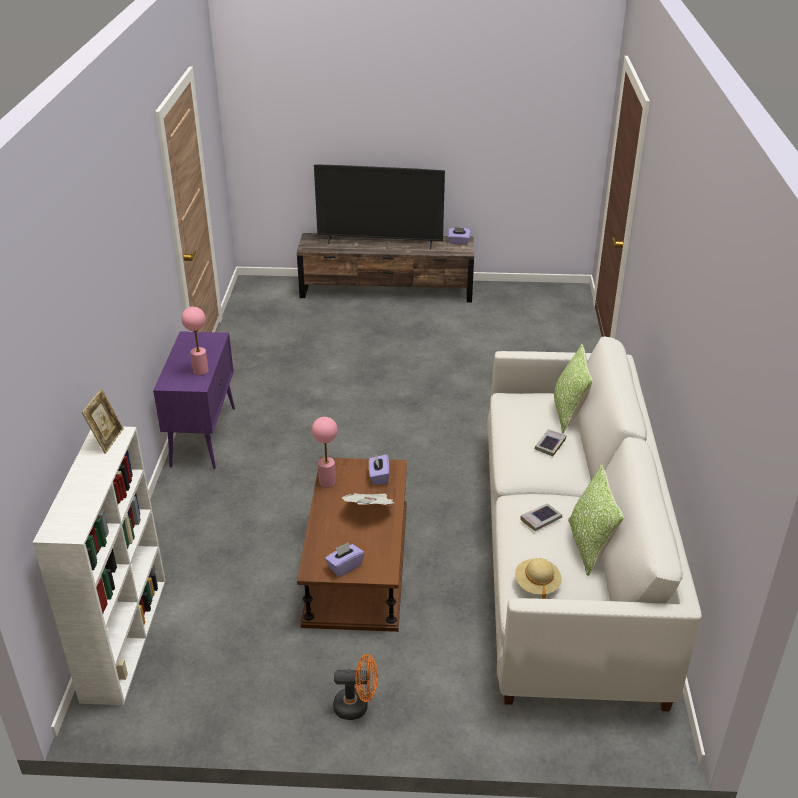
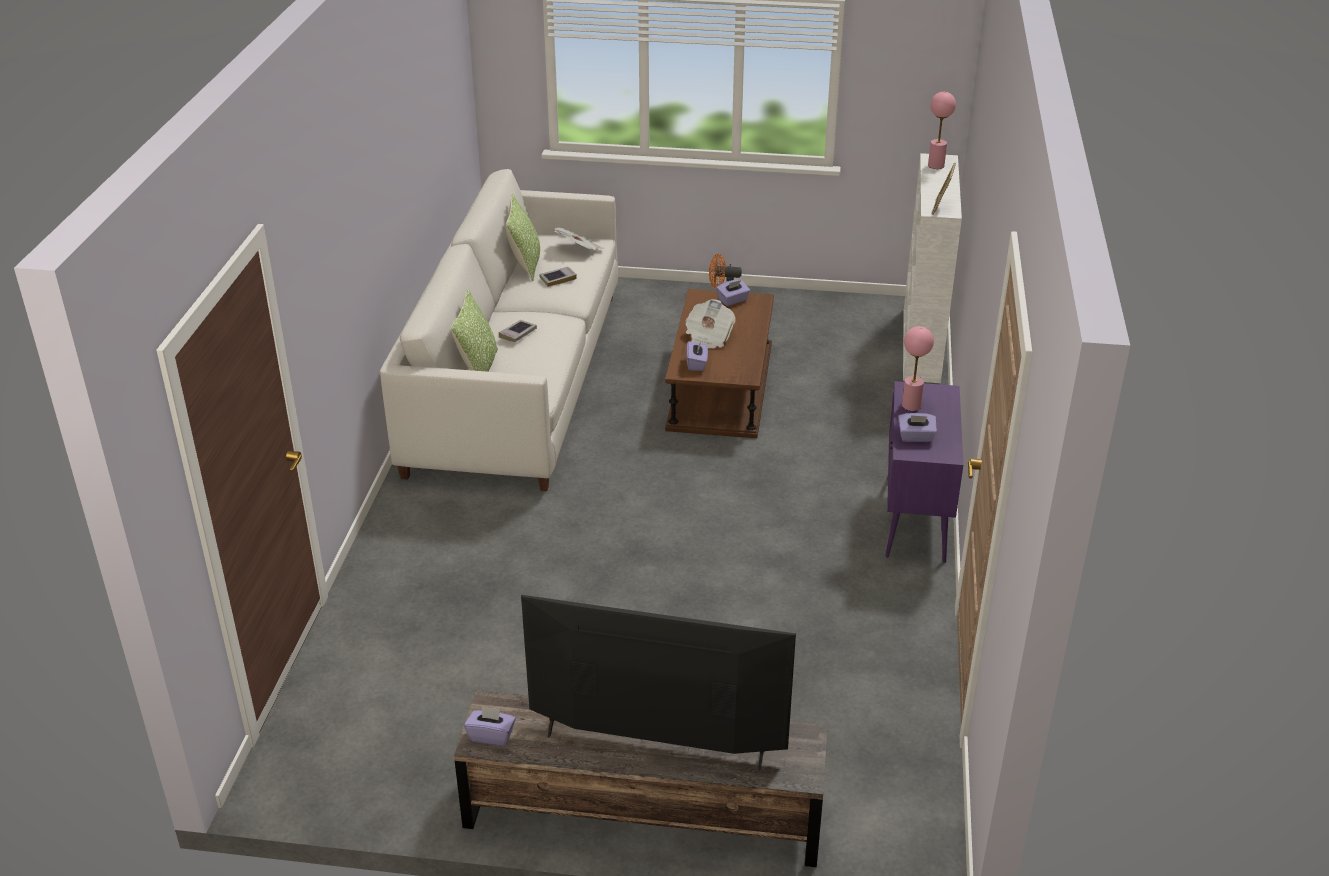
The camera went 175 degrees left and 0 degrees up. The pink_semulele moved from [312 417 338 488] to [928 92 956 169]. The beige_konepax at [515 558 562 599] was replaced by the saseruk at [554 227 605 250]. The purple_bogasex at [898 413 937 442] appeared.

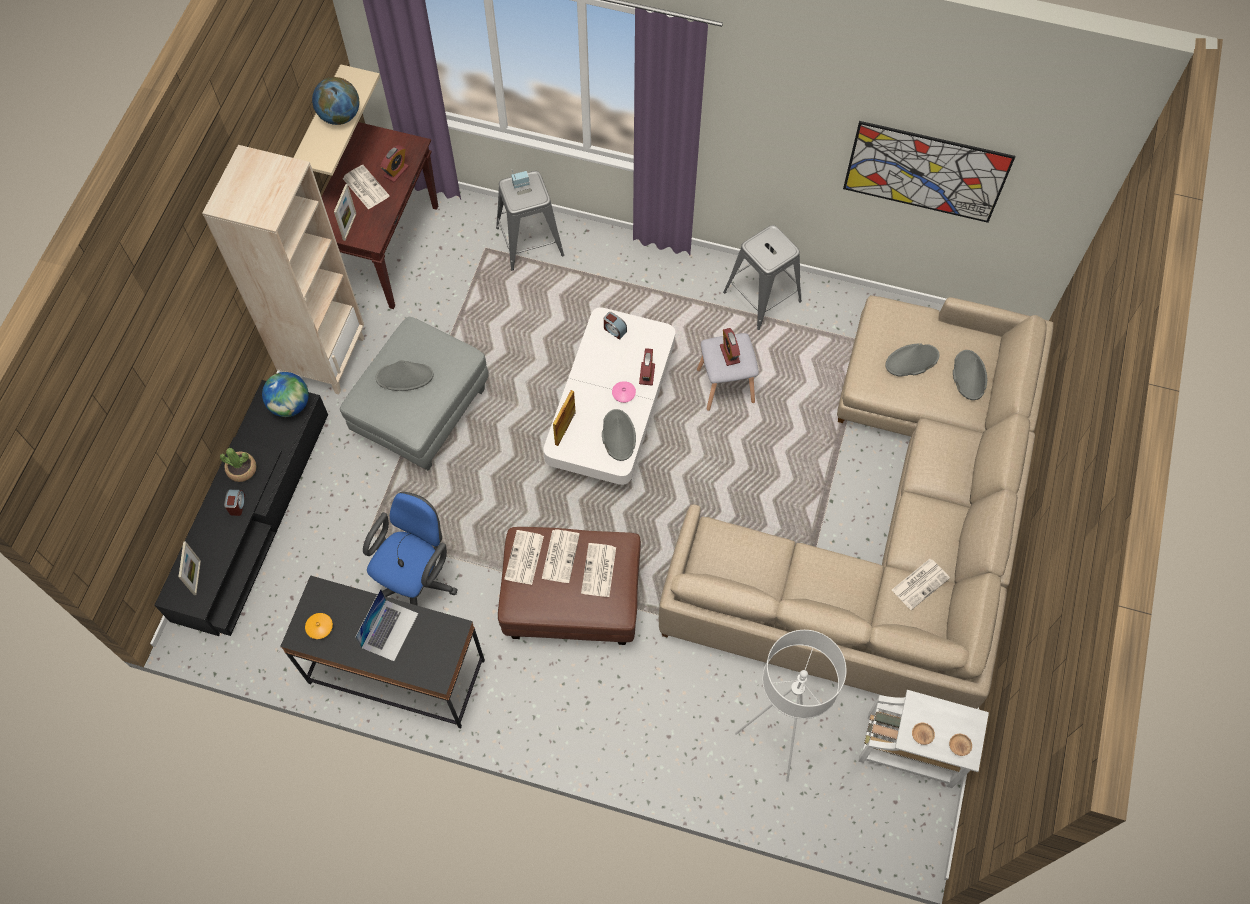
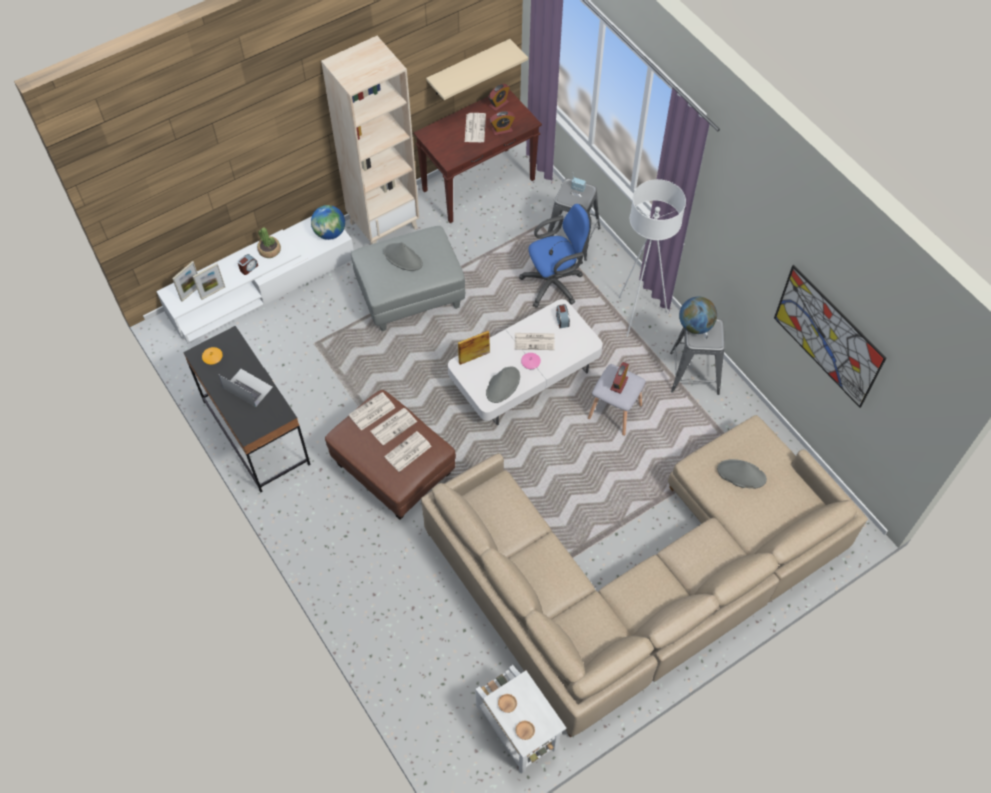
The camera went 40 degrees right and 5 degrees down. The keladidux moved from [312 77 359 125] to [679 297 717 334]. The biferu moved from [334 184 356 241] to [193 263 225 300]. The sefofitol moved from [639 348 655 385] to [488 84 510 111]. The grey_konepax at [953 350 987 400] disappeared. The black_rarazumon at [154 380 328 636] became the white_rarazumon at [156 216 354 344]. The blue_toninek moved from [363 492 458 606] to [519 204 591 308]. The saseruk moved from [892 559 950 610] to [515 333 555 350]. The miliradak at [355 589 418 661] turned 120 degrees counterclockwise. The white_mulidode moved from [735 630 847 782] to [619 179 686 337].

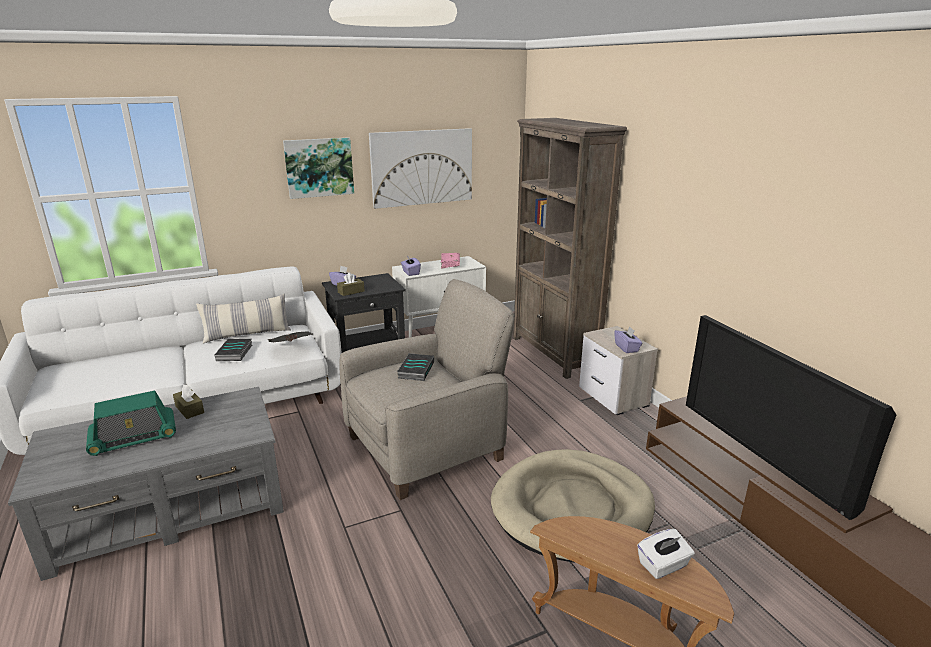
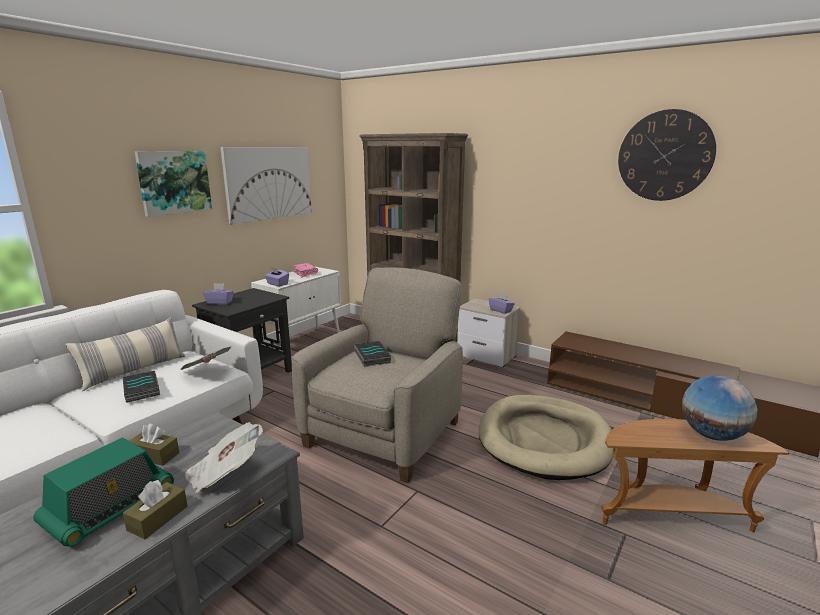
The camera went 30 degrees left and 5 degrees down. The brown_bogasex moved from [337 272 365 296] to [123 480 188 539]. The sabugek at [686 315 896 520] disappeared. The white_bogasex at [637 529 695 579] was replaced by the keladidux at [682 375 758 441]. The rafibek at [618 109 716 201] appeared. The saseruk at [185 422 263 493] appeared.

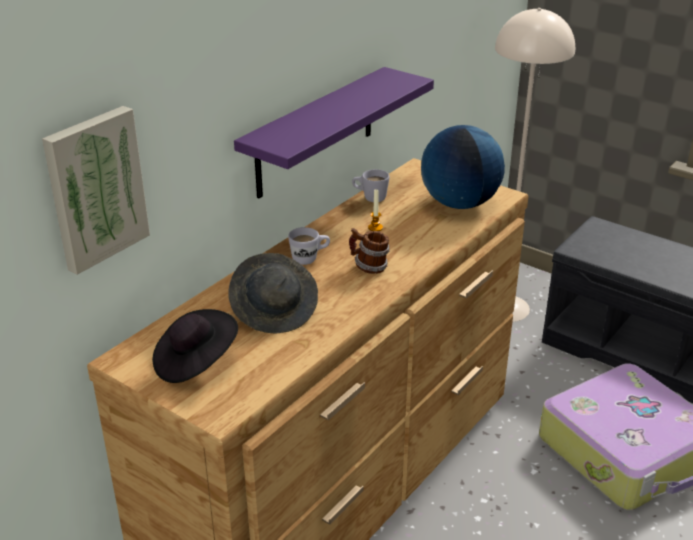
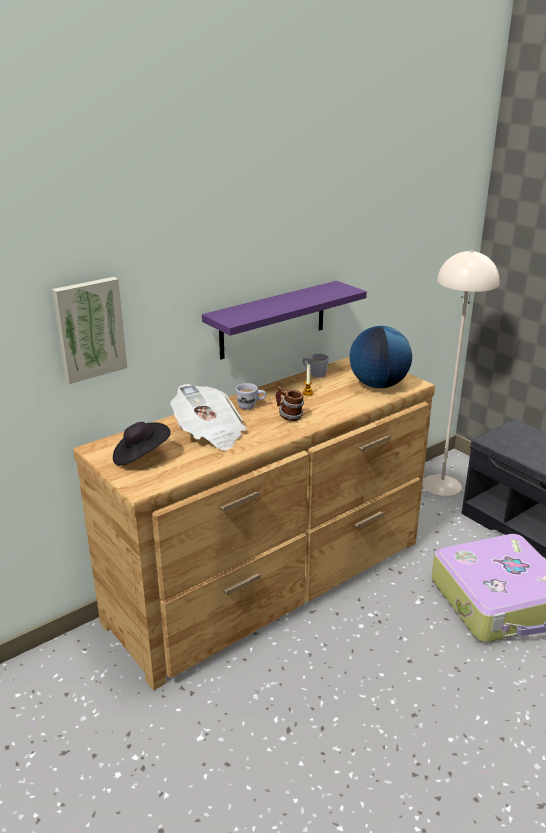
The camera went 15 degrees right and 5 degrees down. The grey_konepax at [228 253 318 334] was replaced by the saseruk at [170 384 246 450].

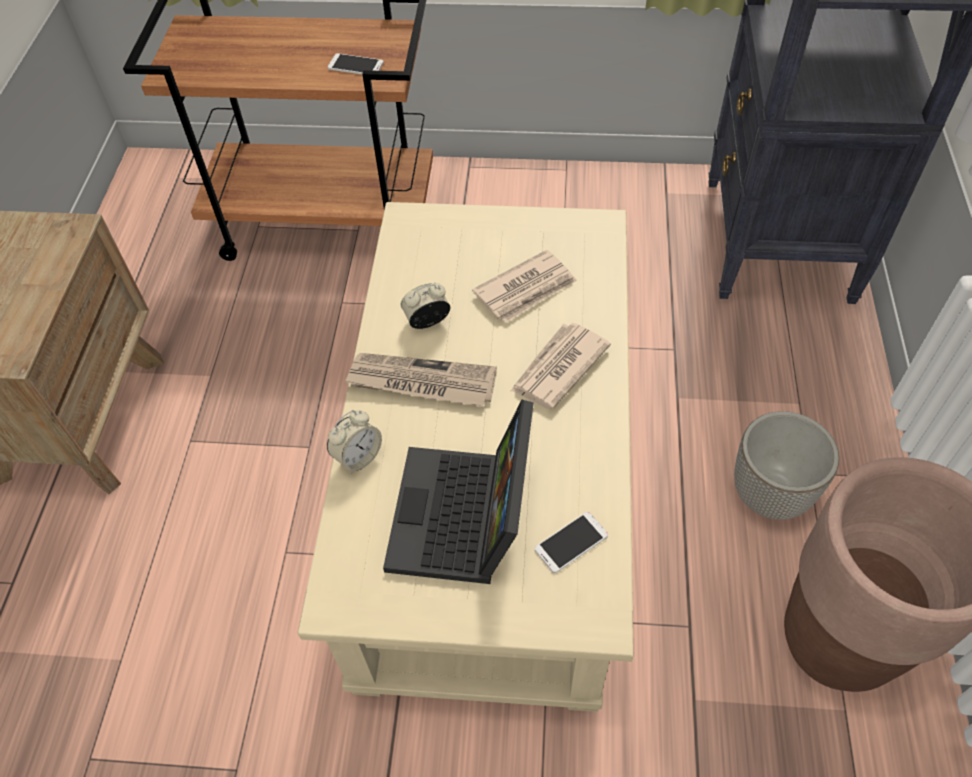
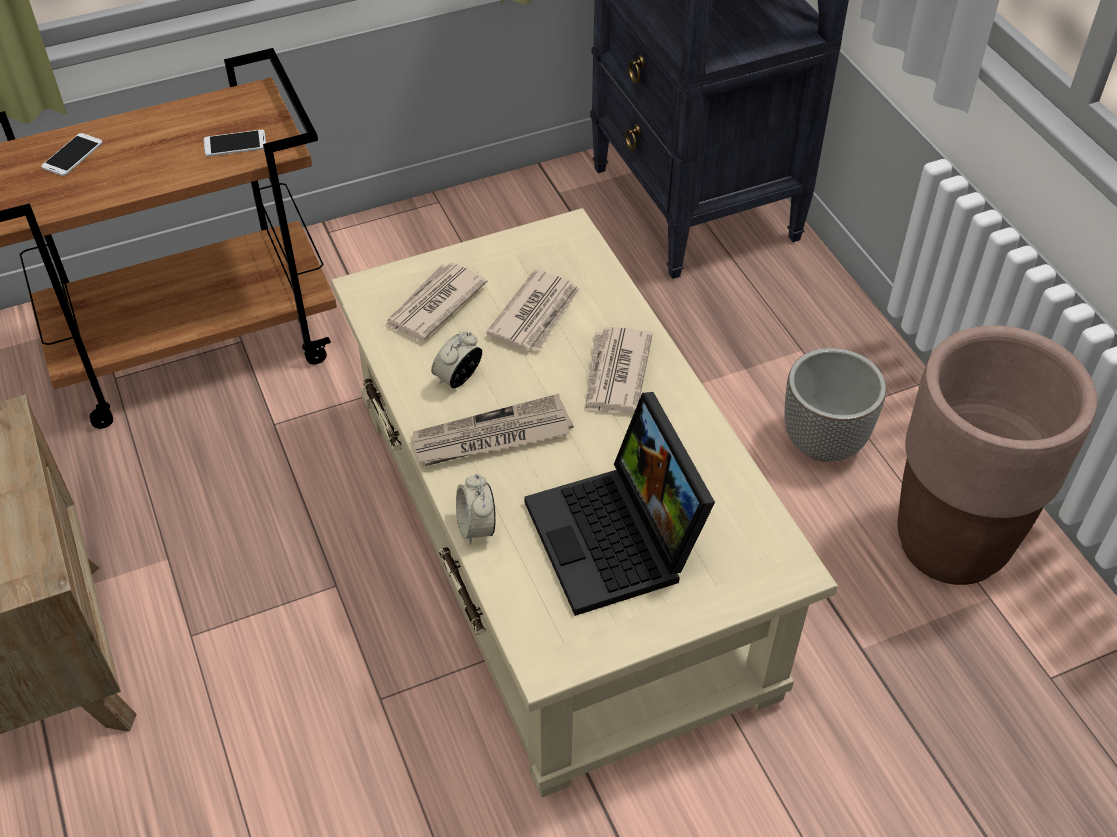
The camera went 30 degrees left and 5 degrees down. The sefofitol at [327 410 382 473] turned 150 degrees clockwise. The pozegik moved from [535 512 608 573] to [41 133 103 176]. The saseruk at [384 263 488 340] appeared.

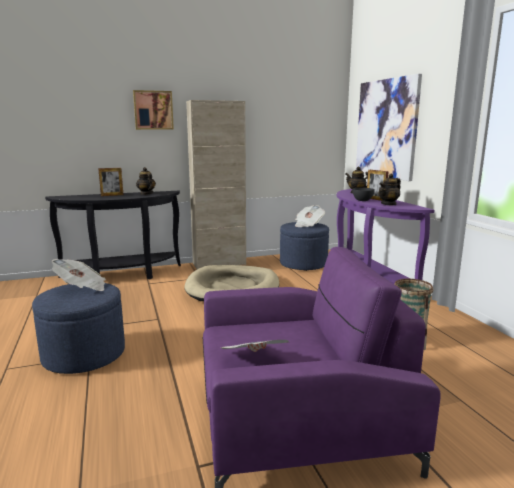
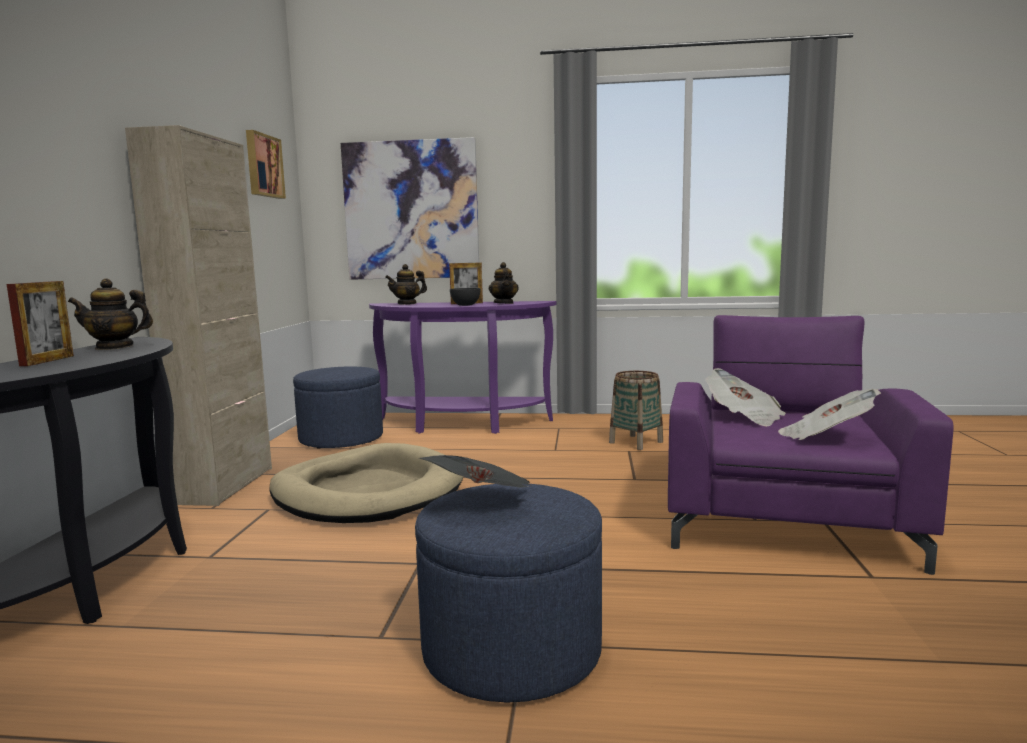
The camera went 65 degrees left and 5 degrees down. The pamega moved from [133 90 174 130] to [246 130 286 199]. The saseruk moved from [295 205 325 227] to [705 368 786 427].

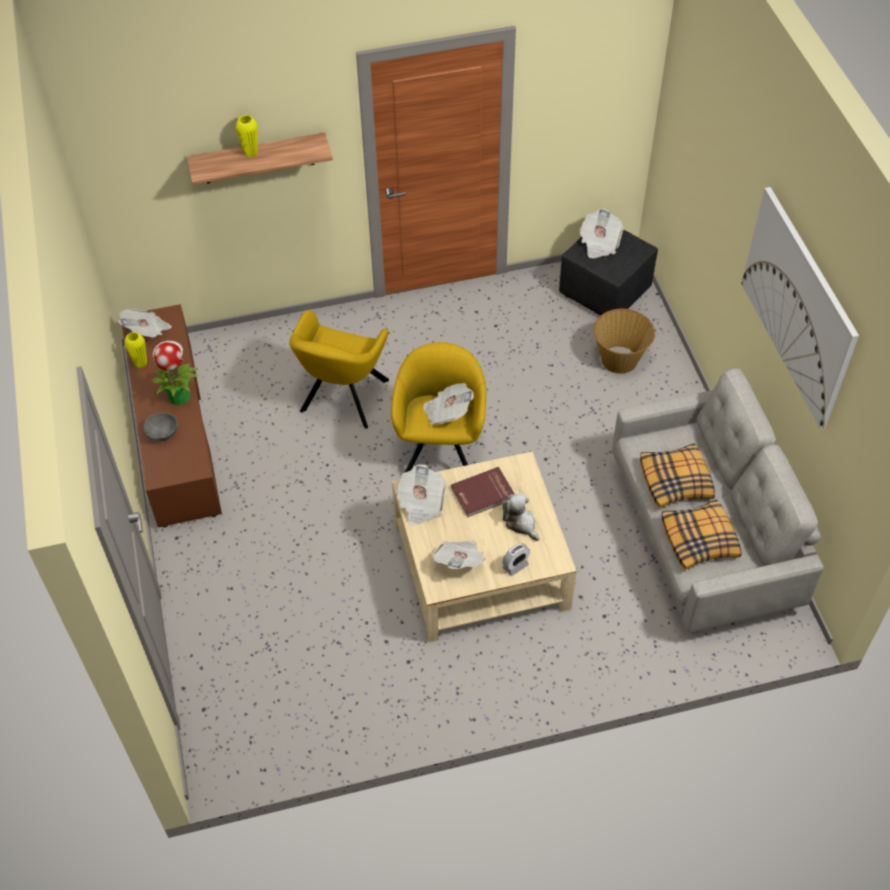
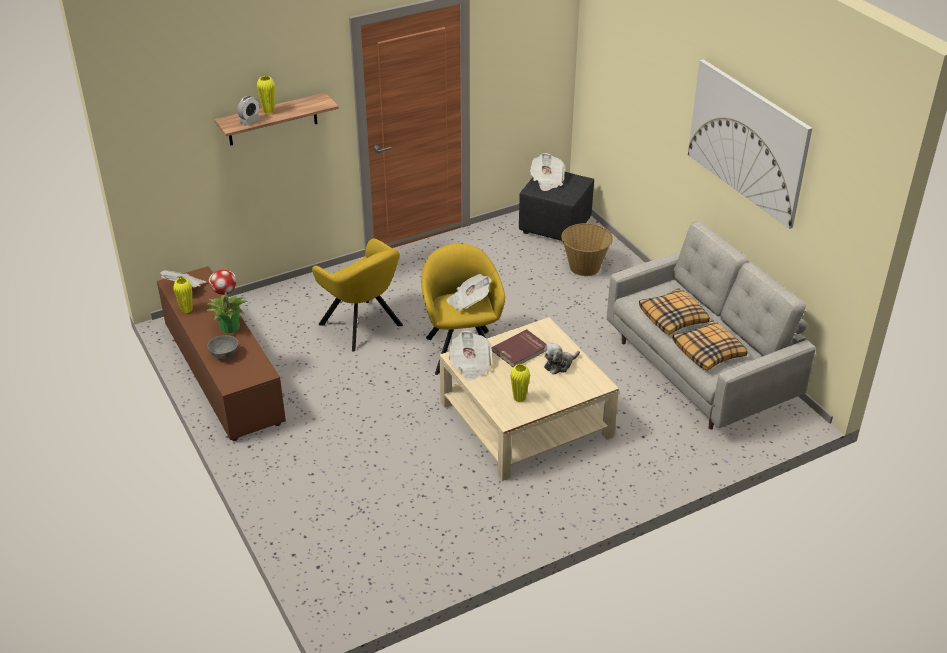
The camera went 15 degrees left and 15 degrees down. The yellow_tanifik at [289 310 389 429] turned 45 degrees counterclockwise. The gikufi at [503 493 540 541] turned 75 degrees counterclockwise. The saseruk at [432 541 485 569] was replaced by the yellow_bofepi at [510 364 530 402]. The sefofitol moved from [502 543 530 576] to [237 96 261 126].

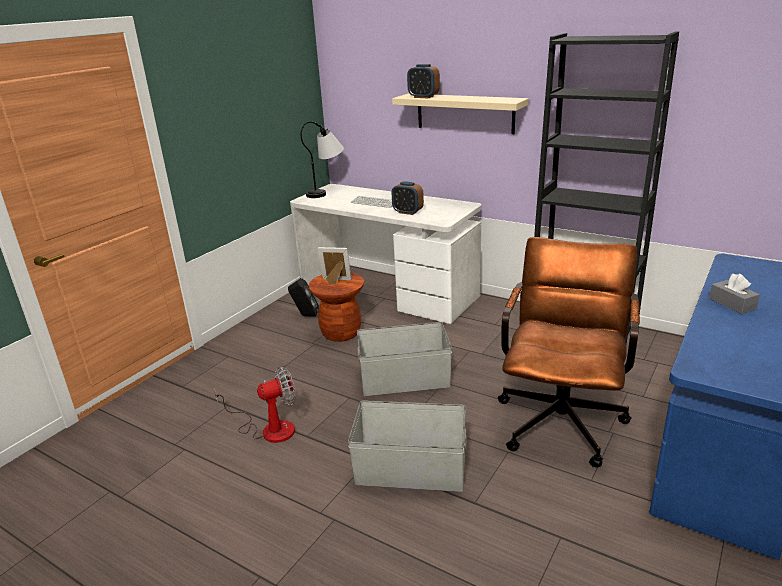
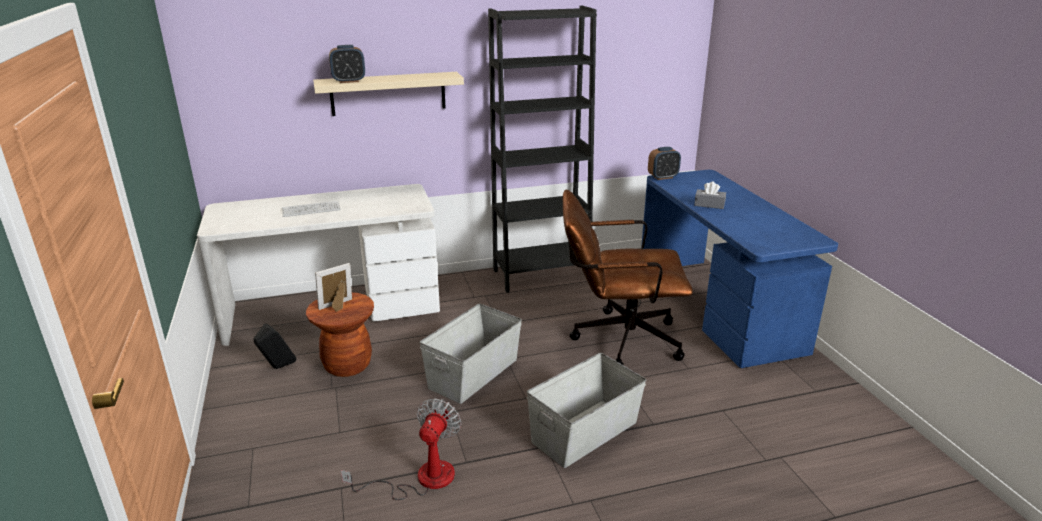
The camera went 50 degrees left and 0 degrees up. The semulele at [300 121 344 198] disappeared. The sefofitol moved from [392 181 424 215] to [648 147 681 180]. The brown_toninek at [498 237 640 468] turned 60 degrees counterclockwise.

